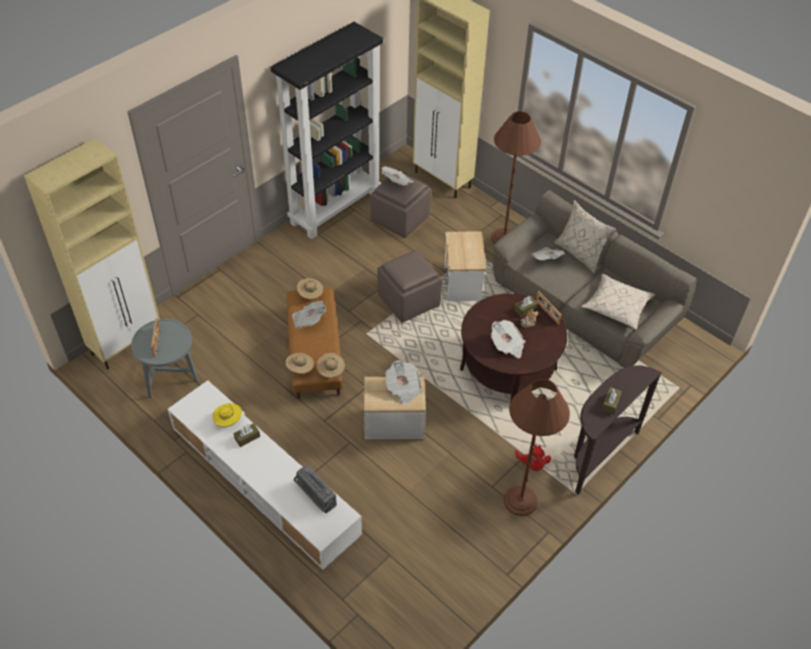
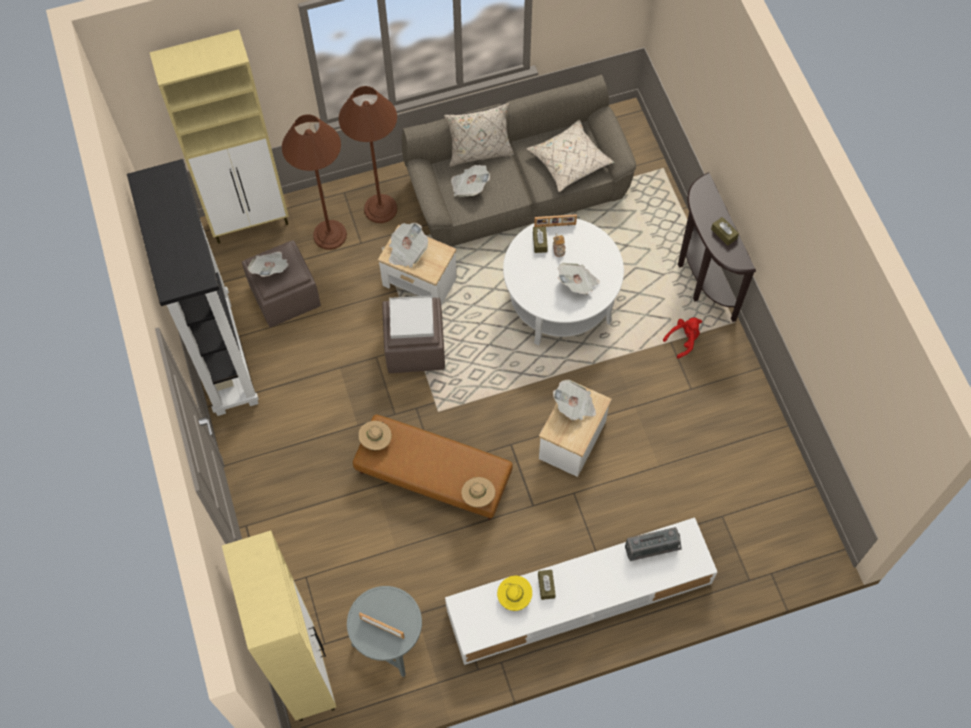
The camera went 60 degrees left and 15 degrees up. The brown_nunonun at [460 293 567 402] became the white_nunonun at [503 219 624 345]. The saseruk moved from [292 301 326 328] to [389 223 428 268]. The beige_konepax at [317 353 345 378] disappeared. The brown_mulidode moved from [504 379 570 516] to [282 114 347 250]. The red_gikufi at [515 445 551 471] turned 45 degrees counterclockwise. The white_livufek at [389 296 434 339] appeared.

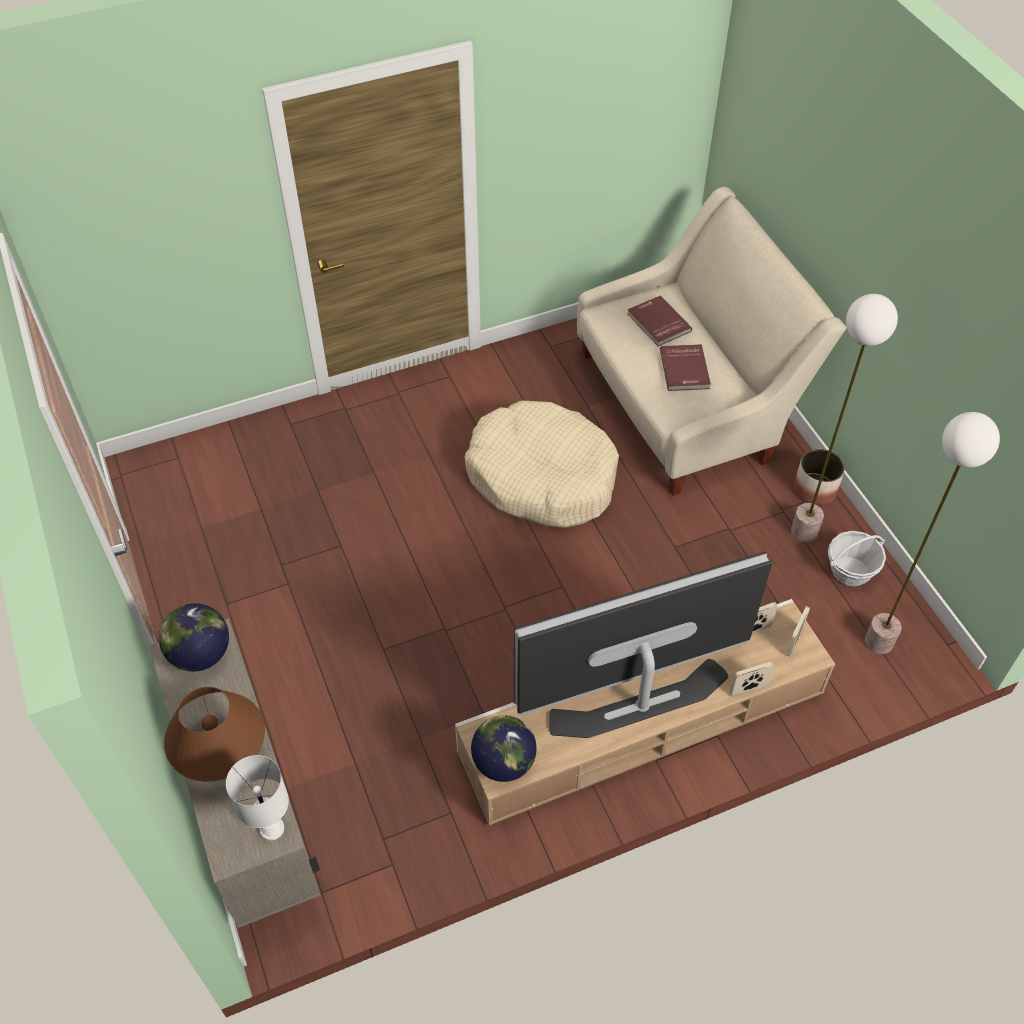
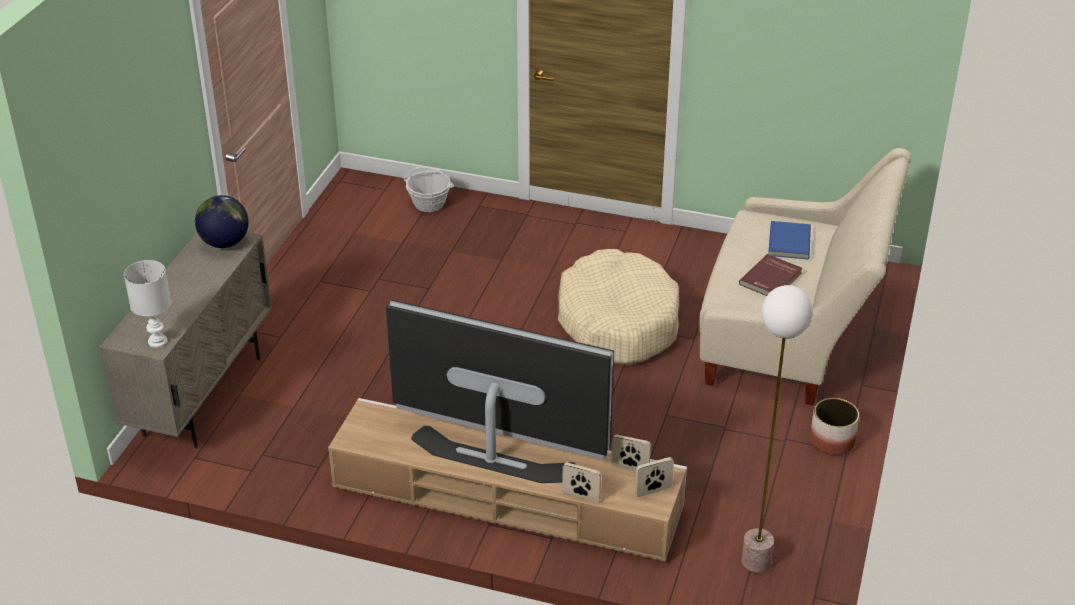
The camera went 40 degrees right and 15 degrees down. The mulidode at [791 294 898 542] disappeared. The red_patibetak at [628 296 692 346] became the blue_patibetak at [768 221 811 259]. The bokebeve moved from [828 531 886 587] to [403 166 453 212]. The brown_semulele at [164 687 265 782] disappeared. The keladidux at [471 715 537 782] disappeared.

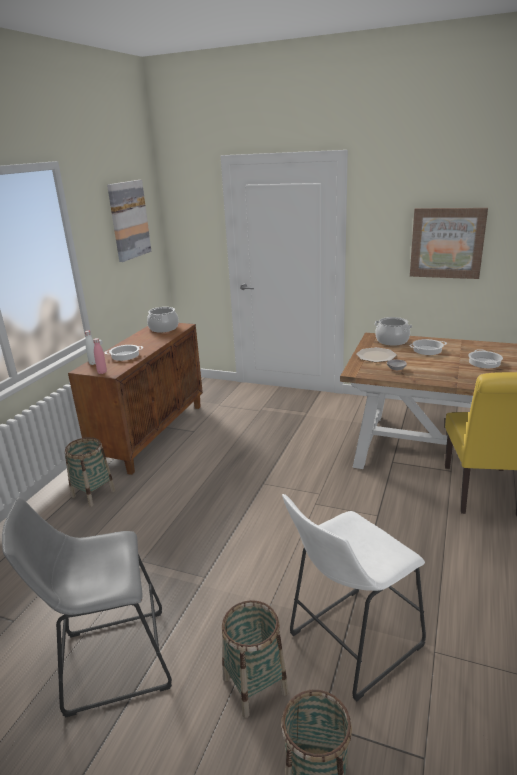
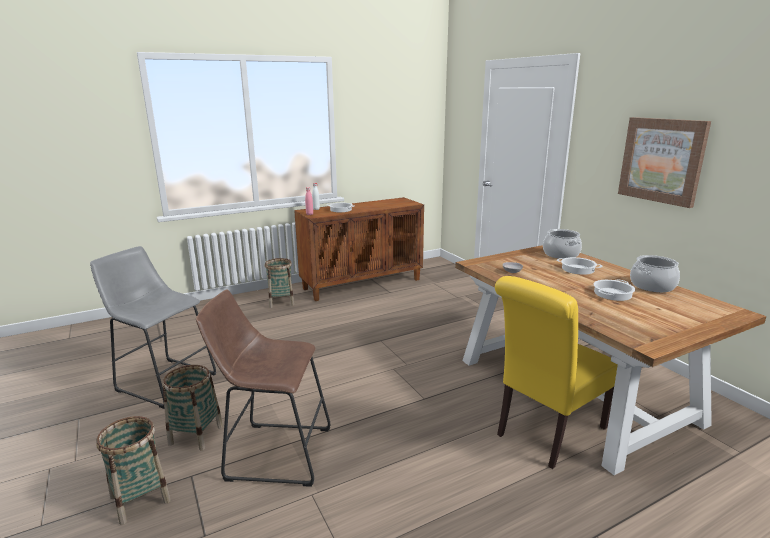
The camera went 40 degrees right and 5 degrees down. The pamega at [107 180 151 262] disappeared. The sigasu moved from [147 307 179 333] to [630 255 680 292]. The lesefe at [356 347 397 362] disappeared. The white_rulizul at [282 494 426 702] became the brown_rulizul at [196 290 330 487].

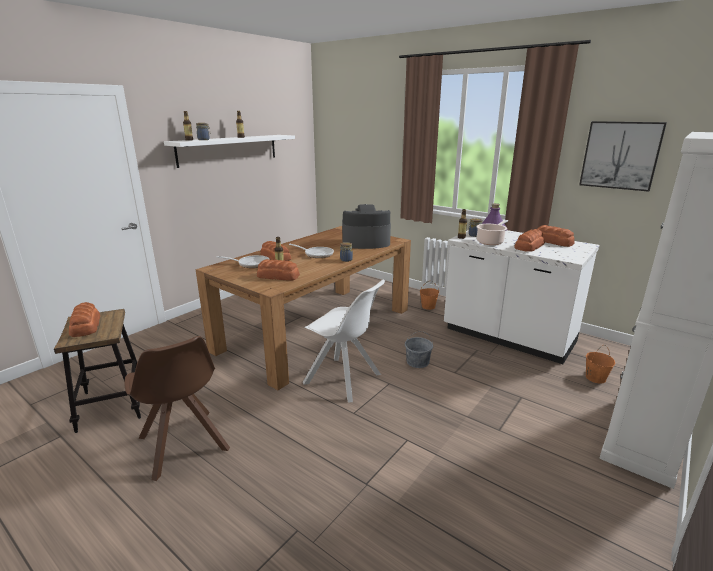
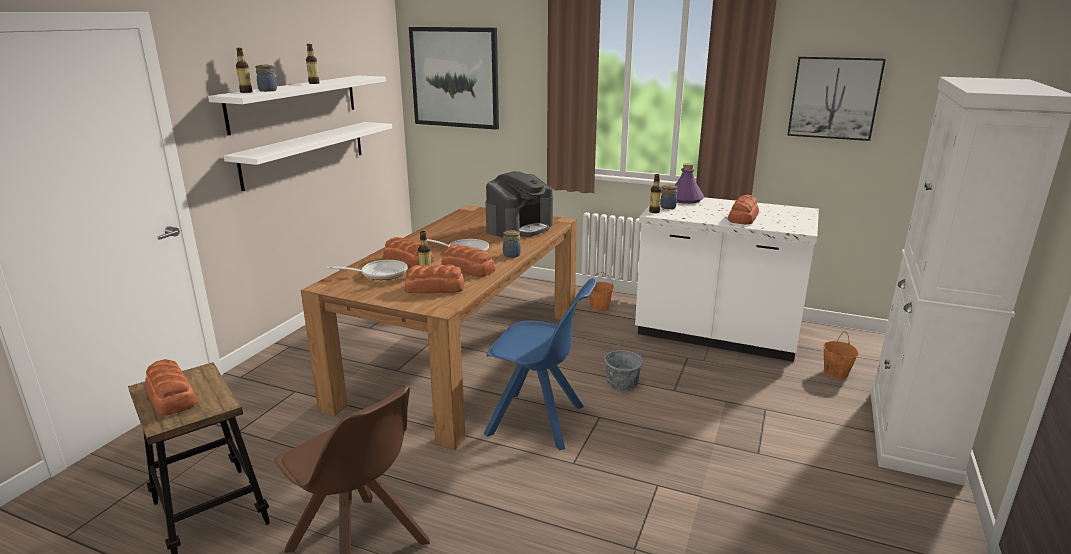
The camera went 15 degrees left and 0 degrees up. The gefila at [342 204 391 249] turned 150 degrees clockwise. The sigasu at [476 220 508 245] disappeared. The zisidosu moved from [537 225 575 247] to [441 244 495 277]. The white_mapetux at [303 280 385 403] became the blue_mapetux at [484 278 596 451]. The pamega at [409 27 499 130] appeared. The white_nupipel at [224 122 392 191] appeared.

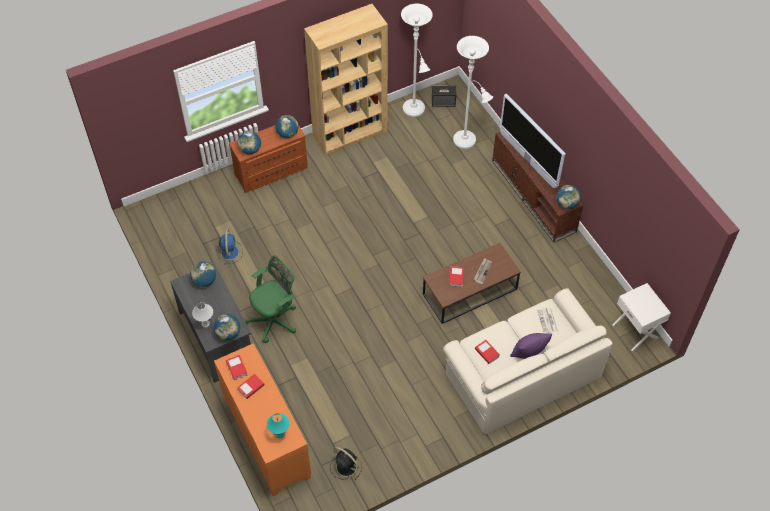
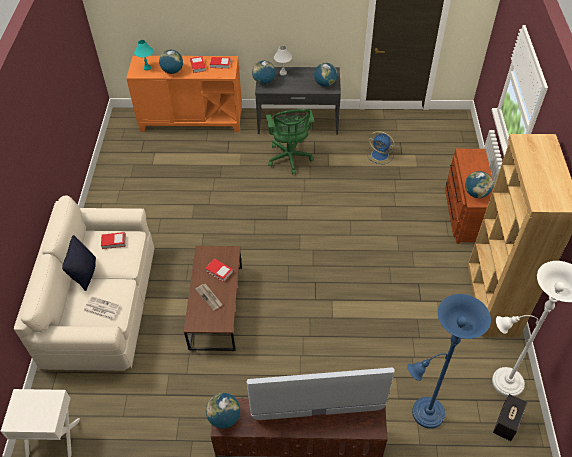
The camera went 120 degrees right and 5 degrees down. The white_mulidode at [453 36 493 149] became the blue_mulidode at [407 294 491 429]. The keladidux moved from [238 131 261 154] to [159 50 183 74]. The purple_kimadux at [510 333 552 359] became the black_kimadux at [62 235 96 291]. The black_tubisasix at [330 447 362 481] disappeared.

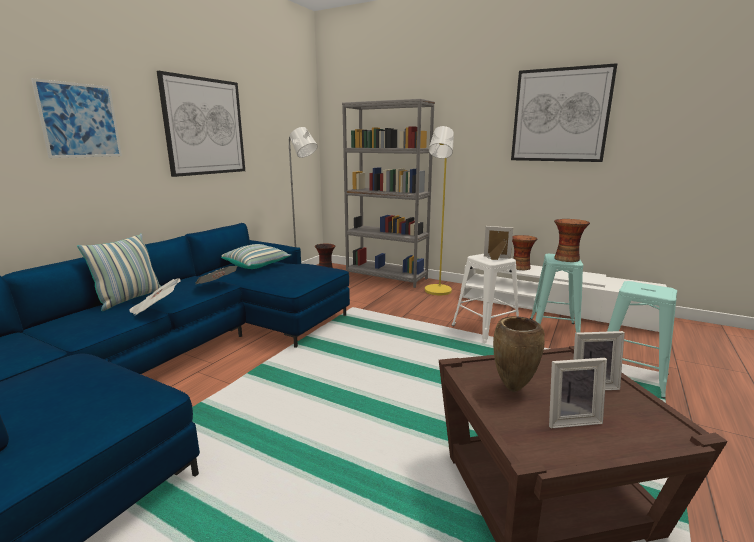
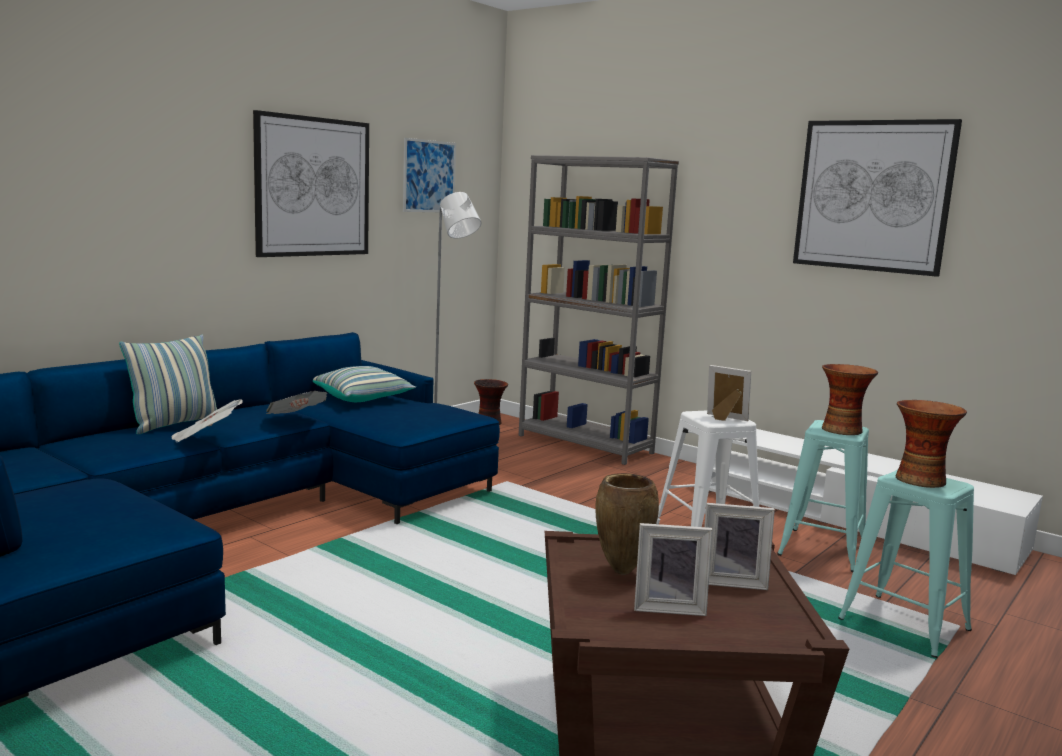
The camera went 10 degrees right and 5 degrees down. The pamega moved from [31 78 122 158] to [403 138 456 212]. The yellow_mulidode at [425 126 454 295] disappeared. The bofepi moved from [512 235 537 270] to [896 400 967 488].

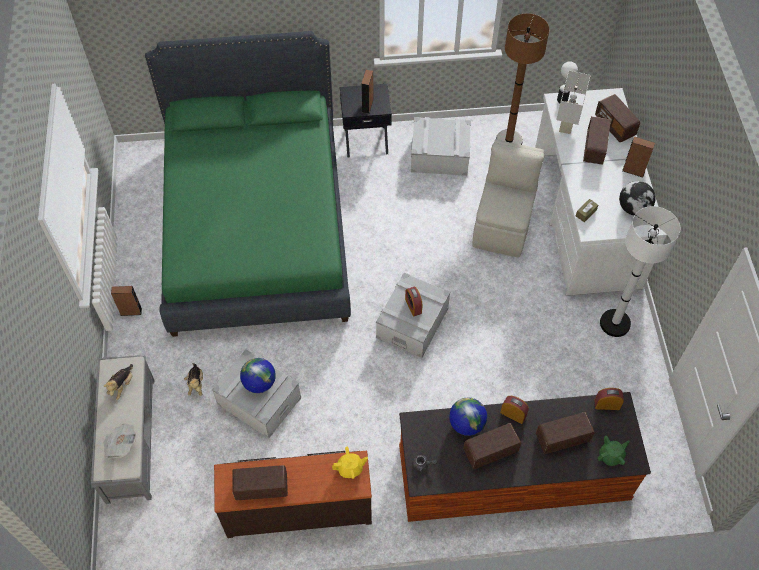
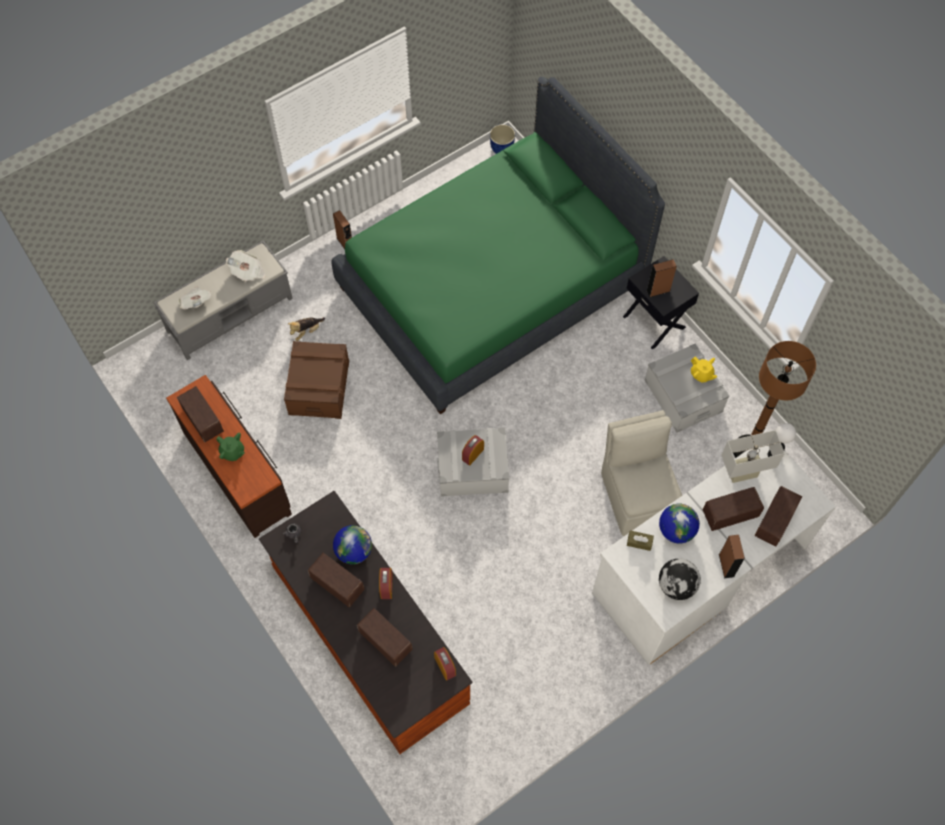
The camera went 60 degrees right and 5 degrees up. The beige_mapetux at [473 140 545 257] turned 90 degrees counterclockwise. The white_mulidode at [600 206 680 337] disappeared. The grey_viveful at [212 349 301 438] became the brown_viveful at [284 341 349 419]. The keladidux moved from [240 358 276 393] to [659 504 700 543]. The gikufi at [104 364 133 400] was replaced by the saseruk at [226 250 266 281]. The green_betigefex moved from [598 436 630 466] to [216 433 245 461]. The yellow_betigefex moved from [332 447 368 479] to [691 357 718 383]. The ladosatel at [490 124 515 154] appeared.

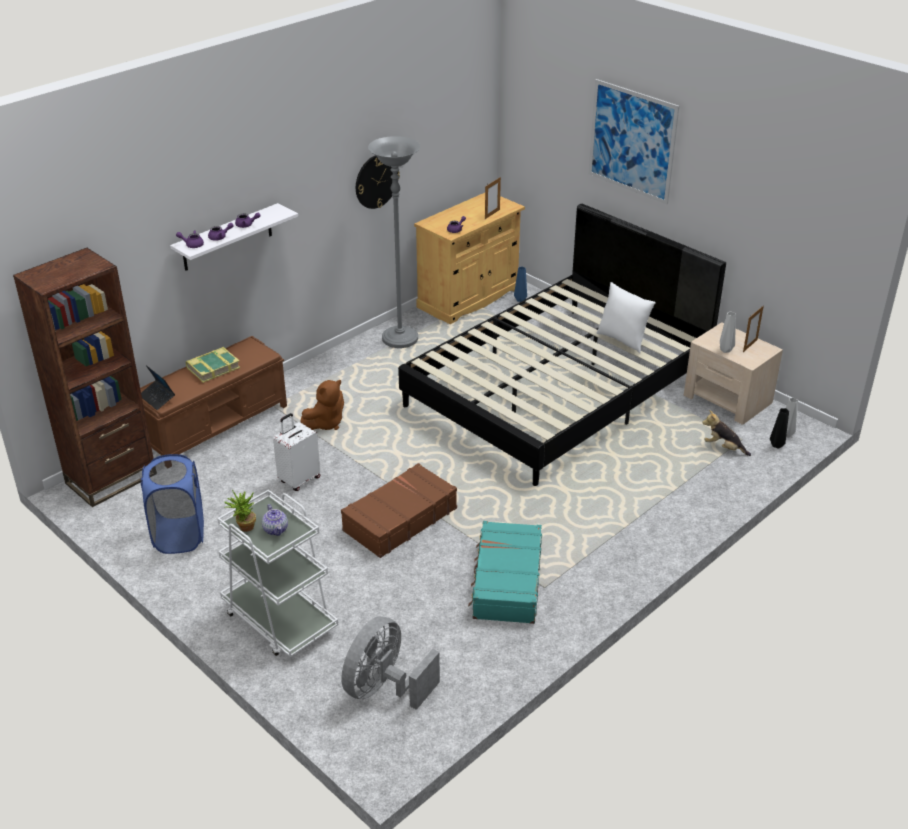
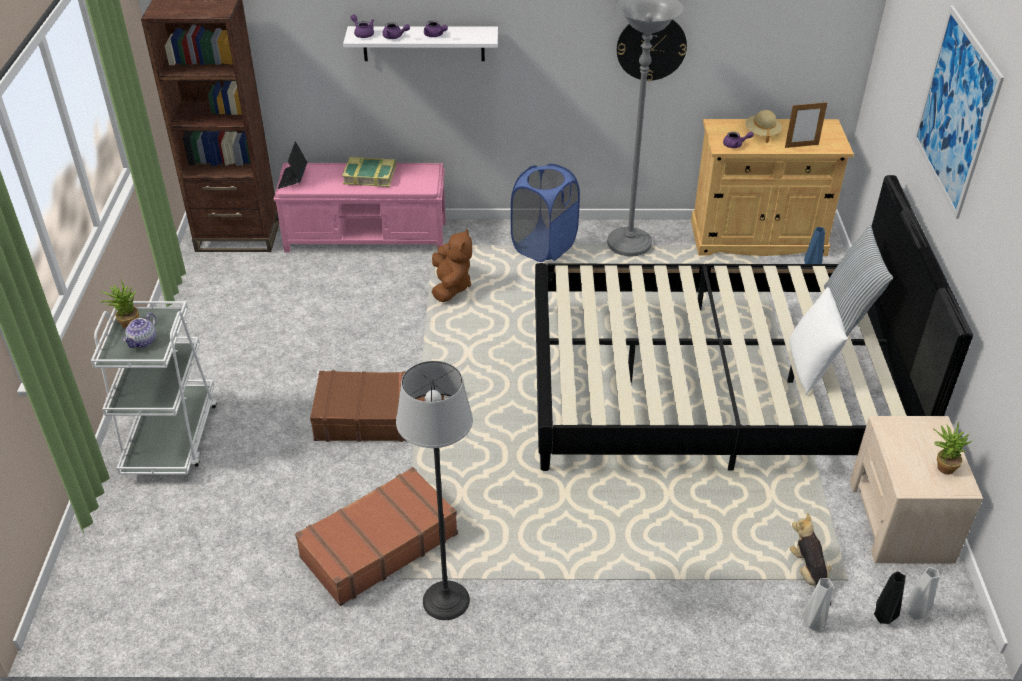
The camera went 45 degrees right and 5 degrees up. The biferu at [743 306 764 352] was replaced by the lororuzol at [933 422 972 475]. The grey_bofepi moved from [720 311 736 353] to [802 578 833 631]. The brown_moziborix at [140 336 287 456] became the pink_moziborix at [274 163 446 252]. The brown_gikufi at [300 380 344 430] turned 90 degrees counterclockwise. The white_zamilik at [273 413 320 491] disappeared. The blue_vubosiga moved from [141 454 204 554] to [511 164 580 262]. The turquoise_zamilik at [468 521 542 624] became the brown_zamilik at [295 467 458 606]. The grey_tubisasix at [341 616 440 710] disappeared. The beige_konepax at [745 110 782 143] appeared. The kimadux at [824 225 893 336] appeared. The mulidode at [396 361 473 620] appeared.

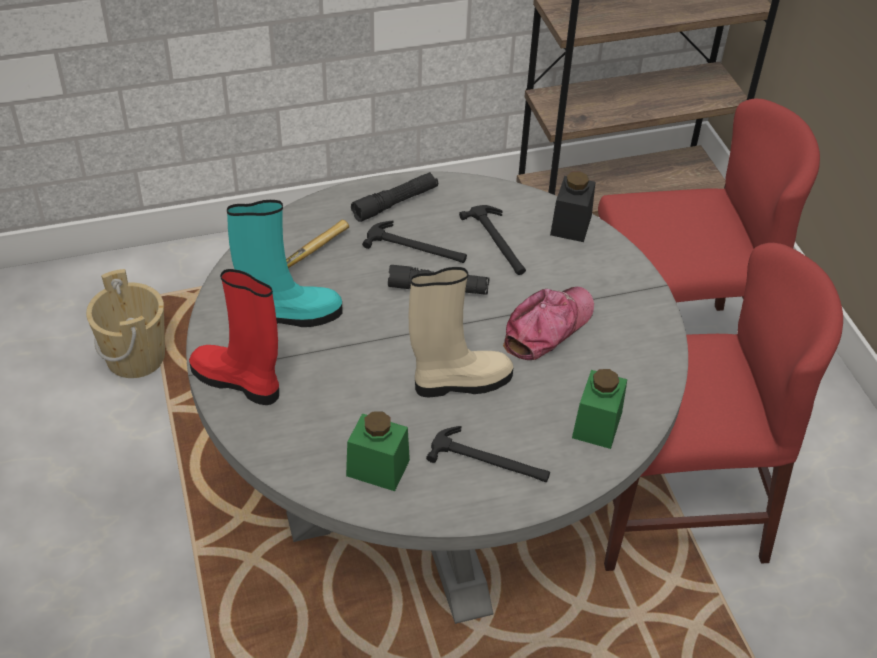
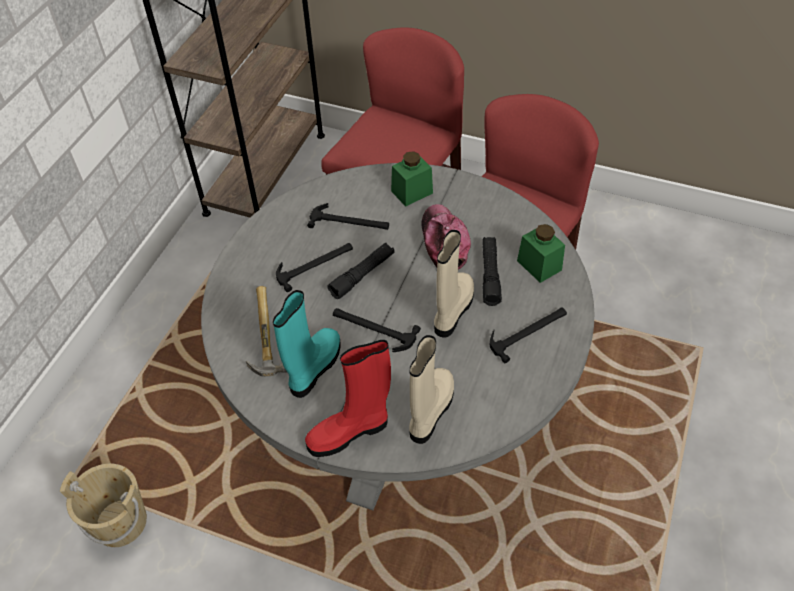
The camera went 50 degrees left and 5 degrees up. The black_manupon at [550 171 595 242] disappeared. The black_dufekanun moved from [351 172 438 222] to [482 237 502 306]. The green_manupon moved from [346 411 410 491] to [391 151 433 207]. The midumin at [333 308 421 352] appeared. The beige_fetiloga at [409 335 454 444] appeared.

